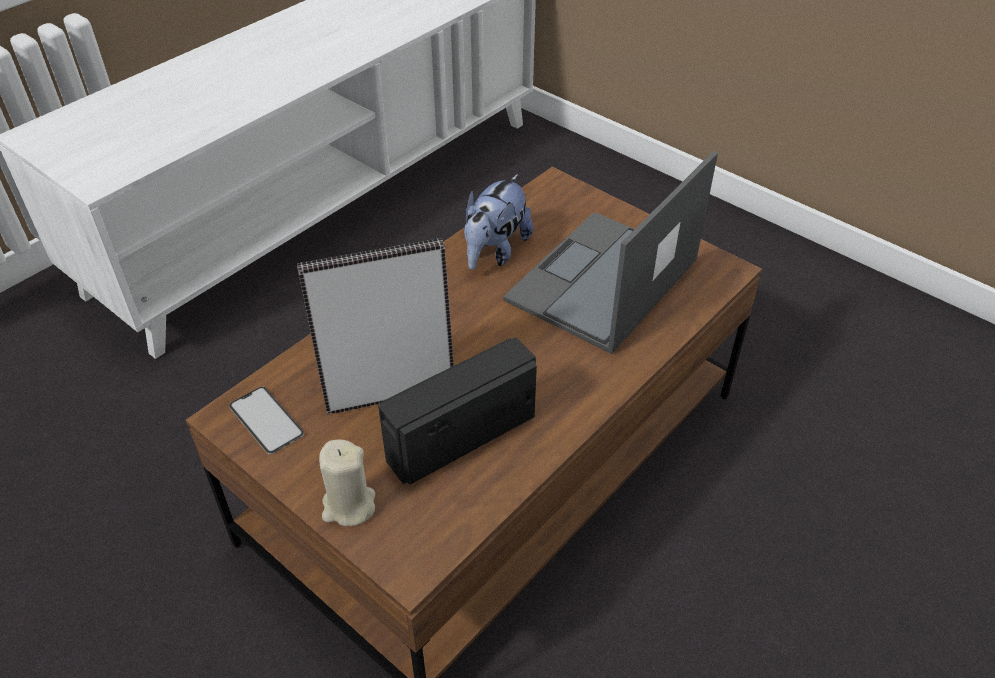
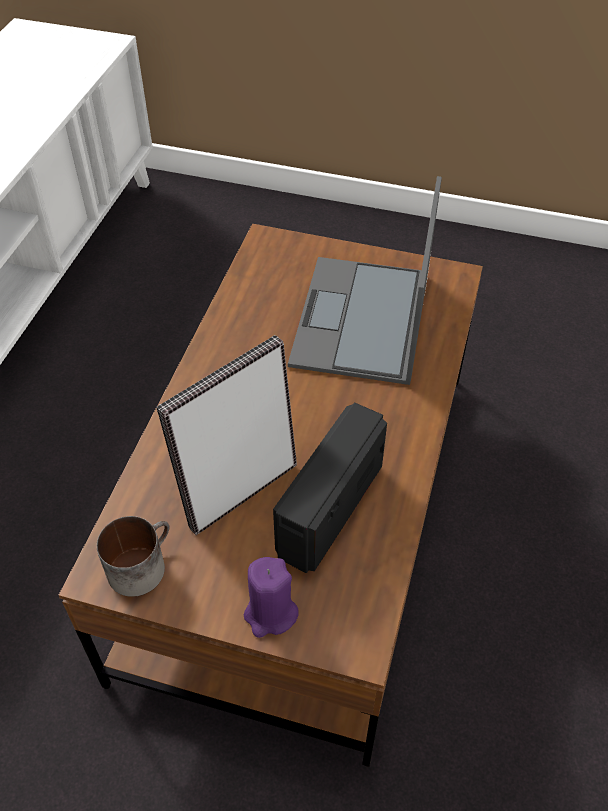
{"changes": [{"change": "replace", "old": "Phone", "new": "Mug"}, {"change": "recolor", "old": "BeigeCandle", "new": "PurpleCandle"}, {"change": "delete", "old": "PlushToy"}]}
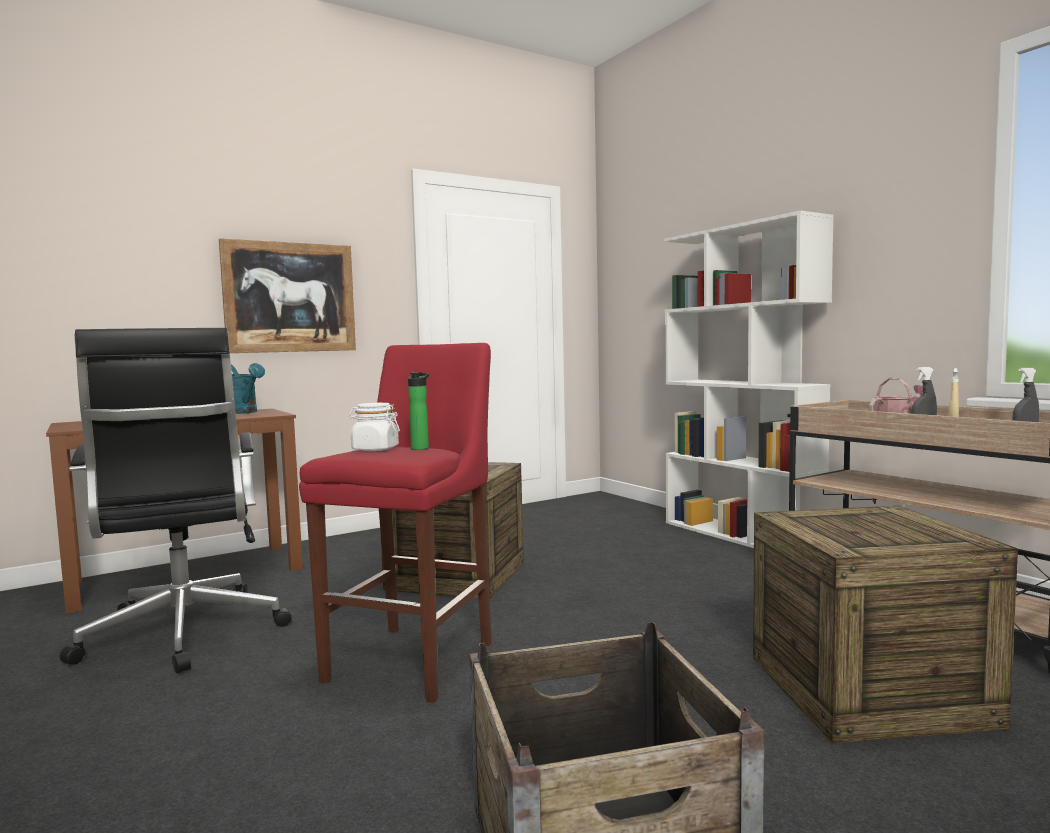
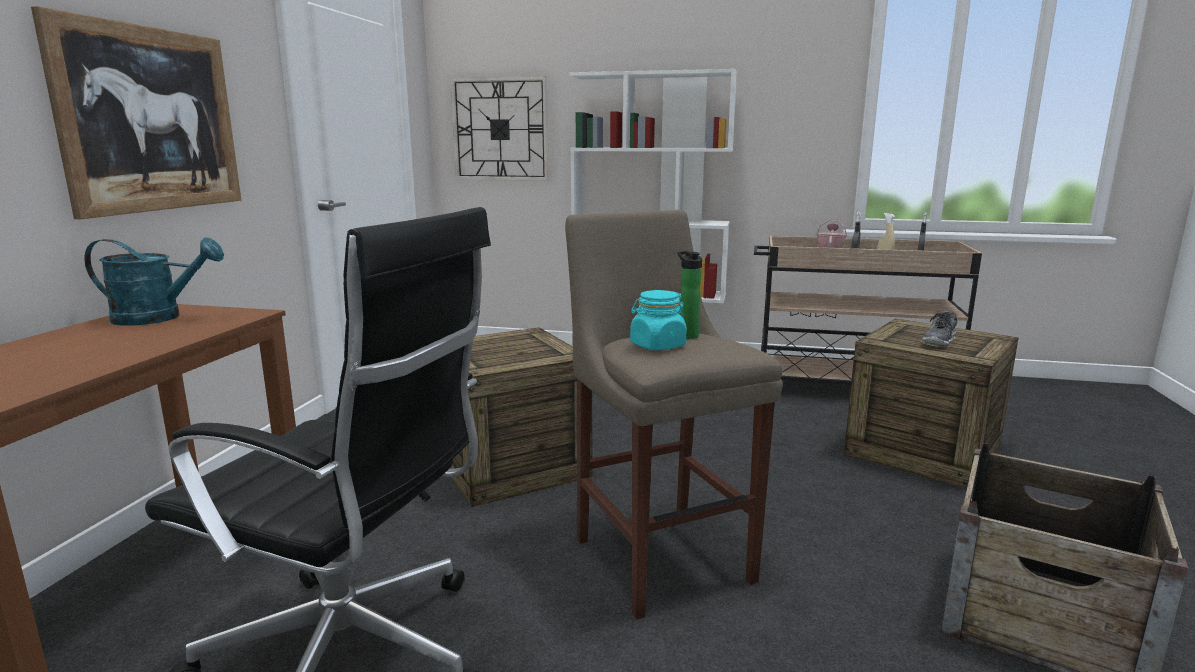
{"changes": [{"change": "recolor", "old": "RedStool", "new": "BeigeStool"}, {"change": "recolor", "old": "WhiteJar", "new": "TurquoiseJar"}, {"change": "insert", "new": "WallClock"}, {"change": "insert", "new": "Shoe"}]}
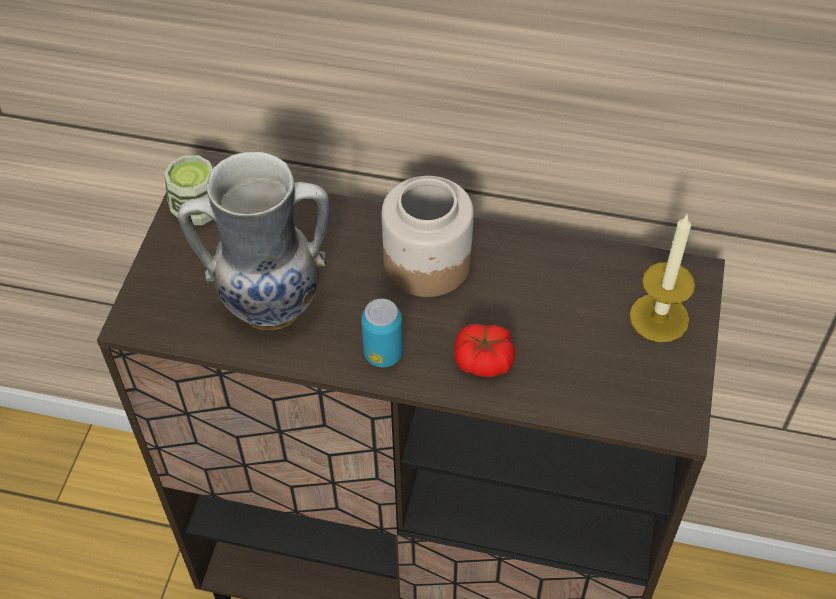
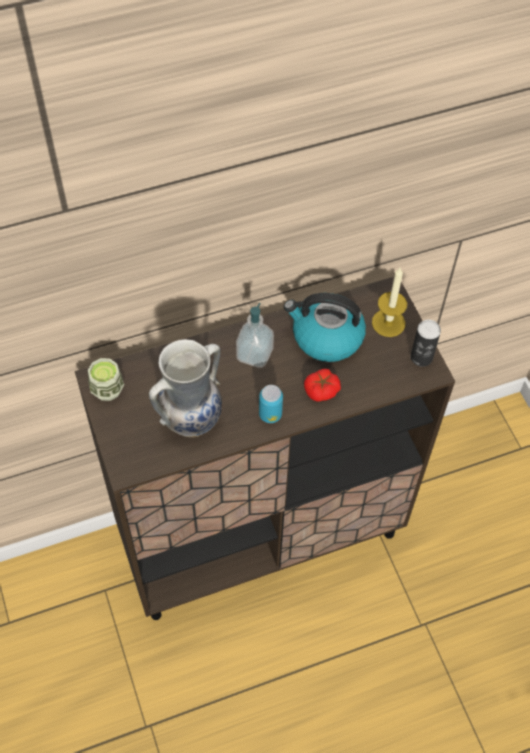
{"changes": [{"change": "replace", "old": "Jar", "new": "SoapDispenser"}, {"change": "insert", "new": "Kettle"}, {"change": "insert", "new": "Can (2nd from left)"}]}
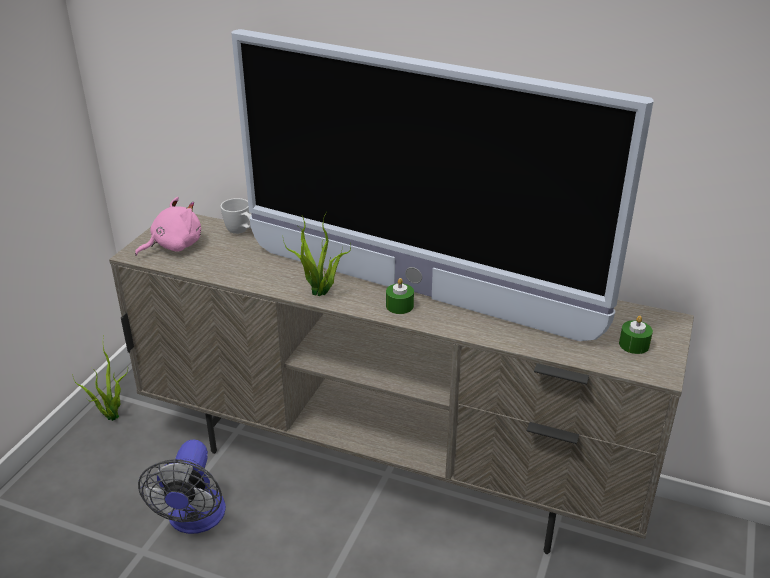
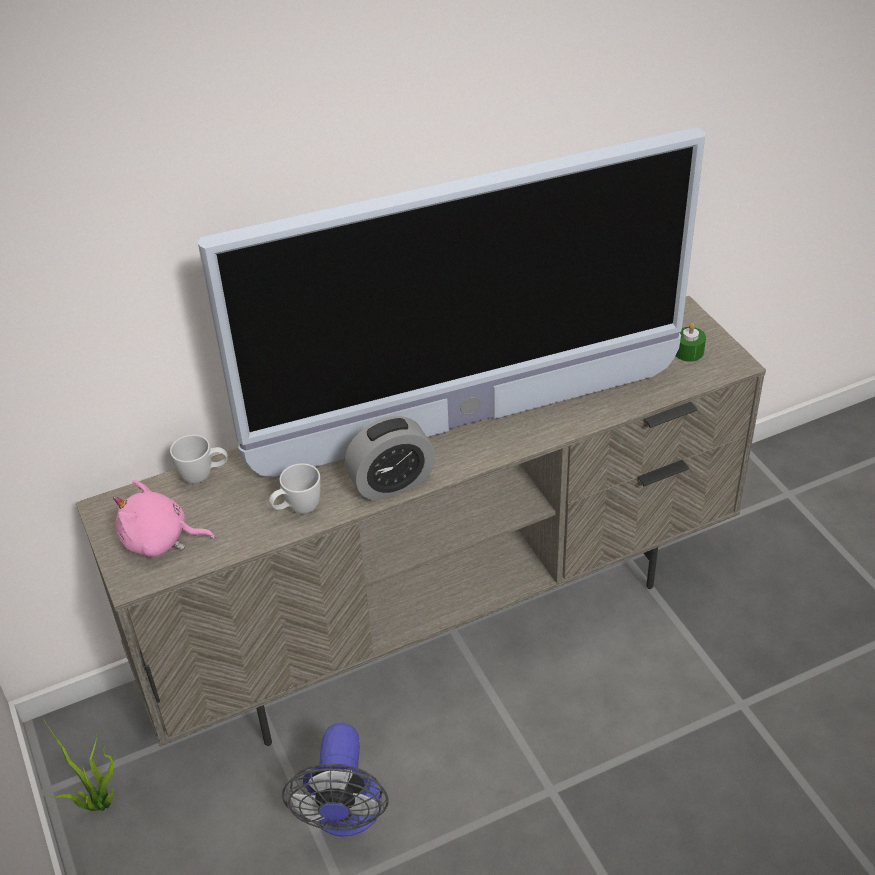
{"changes": [{"change": "rotate", "old": "PinkPlushToy", "degrees": -90}, {"change": "rotate", "old": "Fan", "degrees": 45}, {"change": "replace", "old": "PottedPlant (2nd from left)", "new": "AlarmClock"}, {"change": "delete", "old": "GreenCandle (1st from left)"}, {"change": "insert", "new": "WhiteMug (2nd from left)"}]}
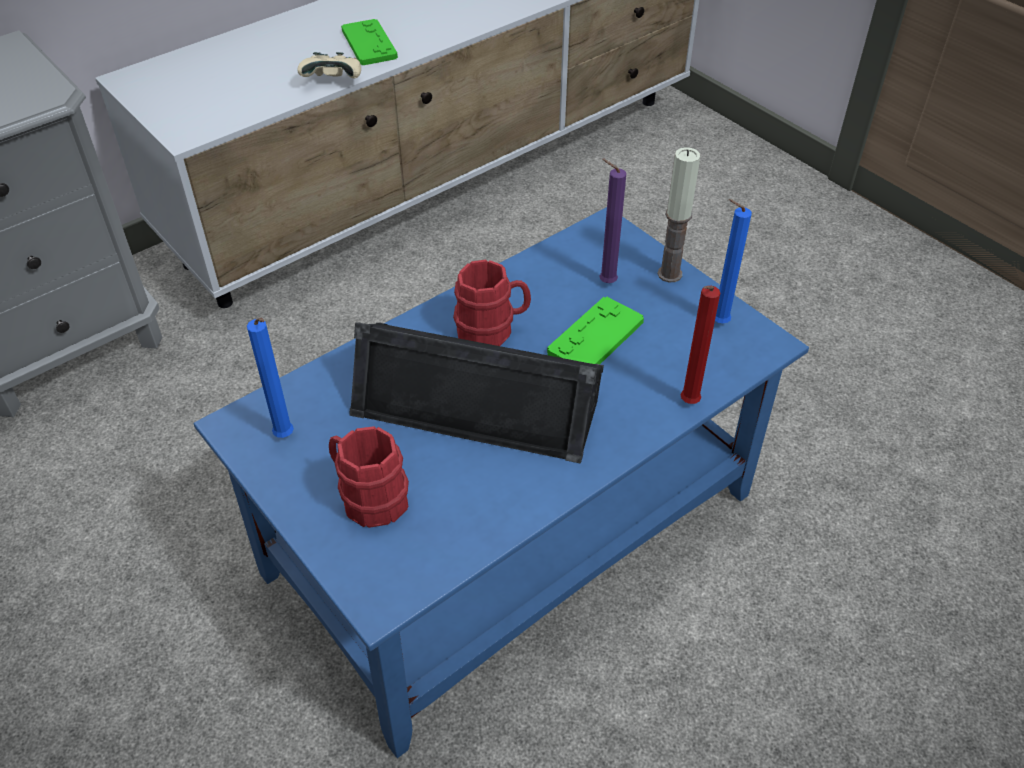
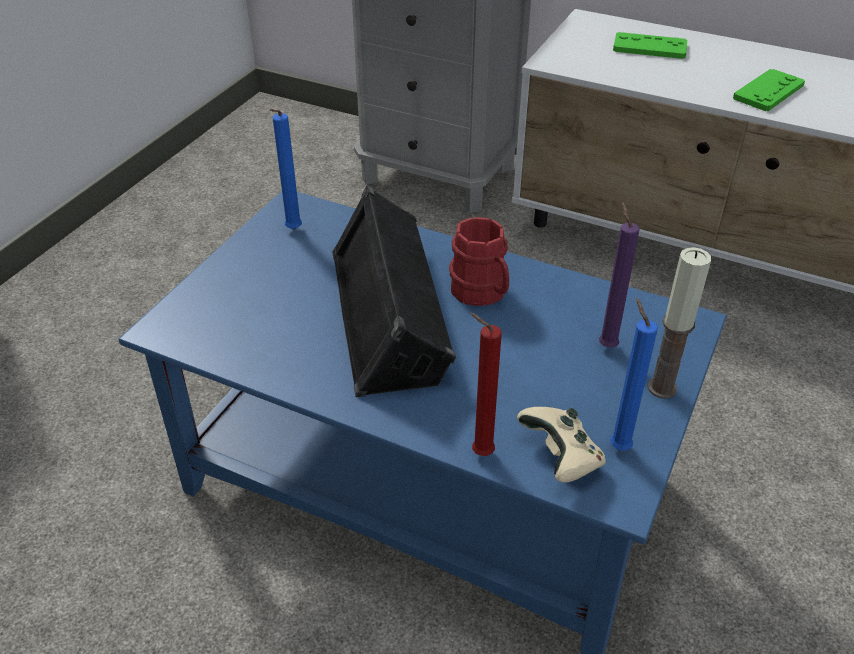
{"changes": [{"change": "move", "old": "BeigeGameController"}, {"change": "delete", "old": "RedMug (1st from left)"}, {"change": "move", "old": "GreenGameController (2nd from left in the first image)", "new": "GreenGameController (1st from left)"}]}
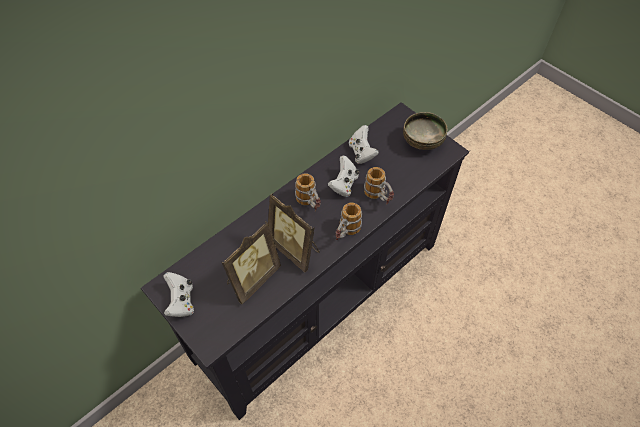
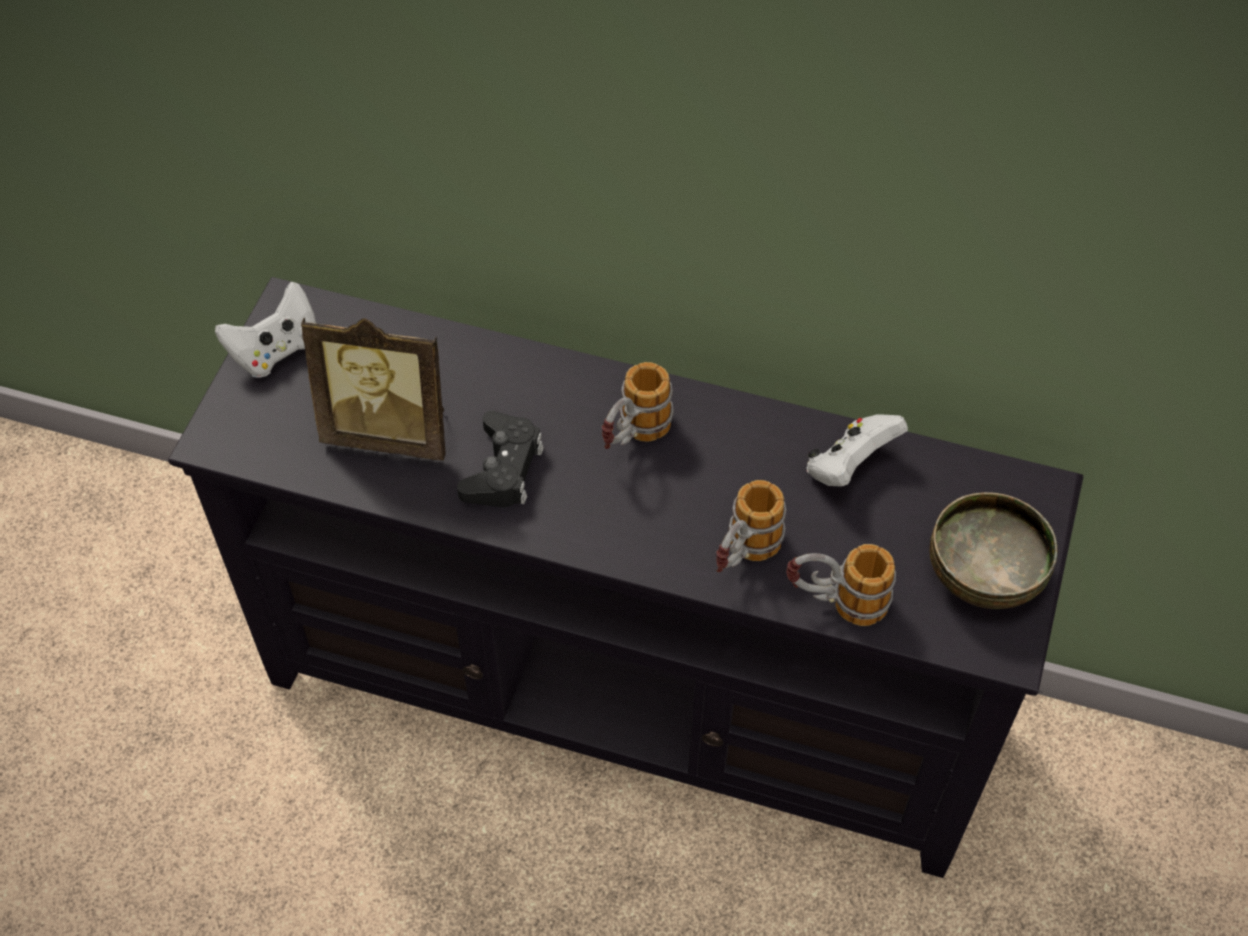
{"changes": [{"change": "replace", "old": "PictureFrame (2nd from left)", "new": "BlackGameController"}, {"change": "delete", "old": "WhiteGameController (2nd from left)"}, {"change": "move", "old": "Mug (2nd from left in the first image)", "new": "Mug (3rd from left)"}]}
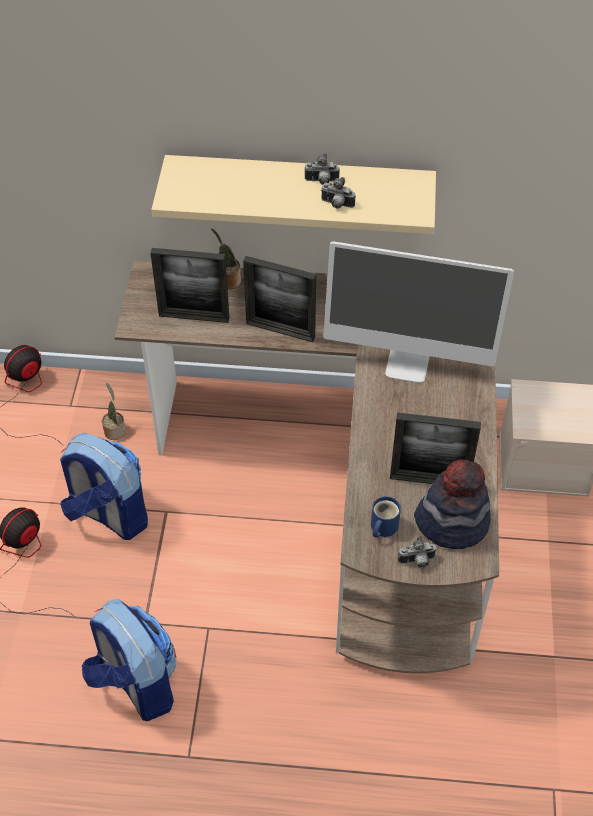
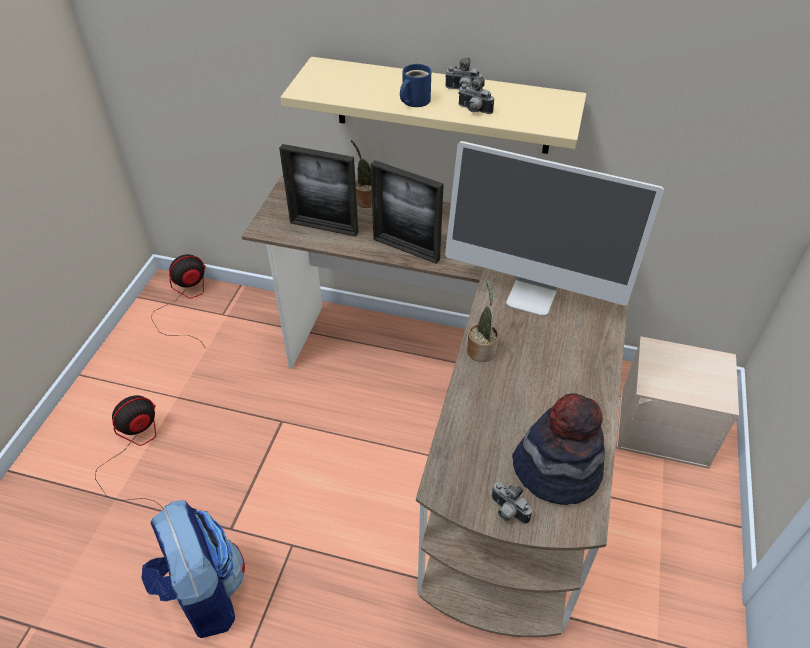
{"changes": [{"change": "delete", "old": "Backpack (1st from left)"}, {"change": "move", "old": "PottedPlant (1st from left in the first image)", "new": "PottedPlant (2nd from left)"}, {"change": "move", "old": "BlueMug"}, {"change": "delete", "old": "PictureFrame (3rd from left)"}, {"change": "rotate", "old": "PhotoCamera (3rd from left)", "degrees": 45}]}
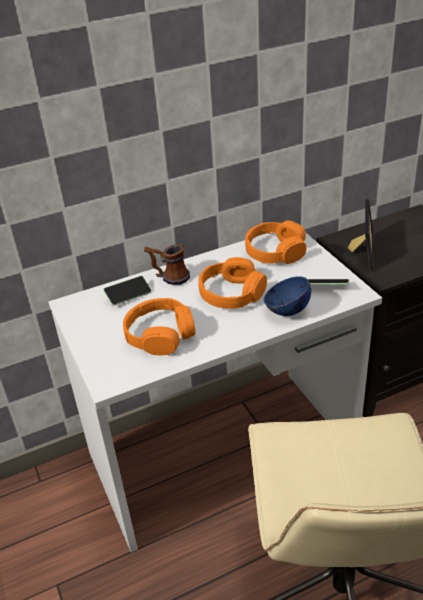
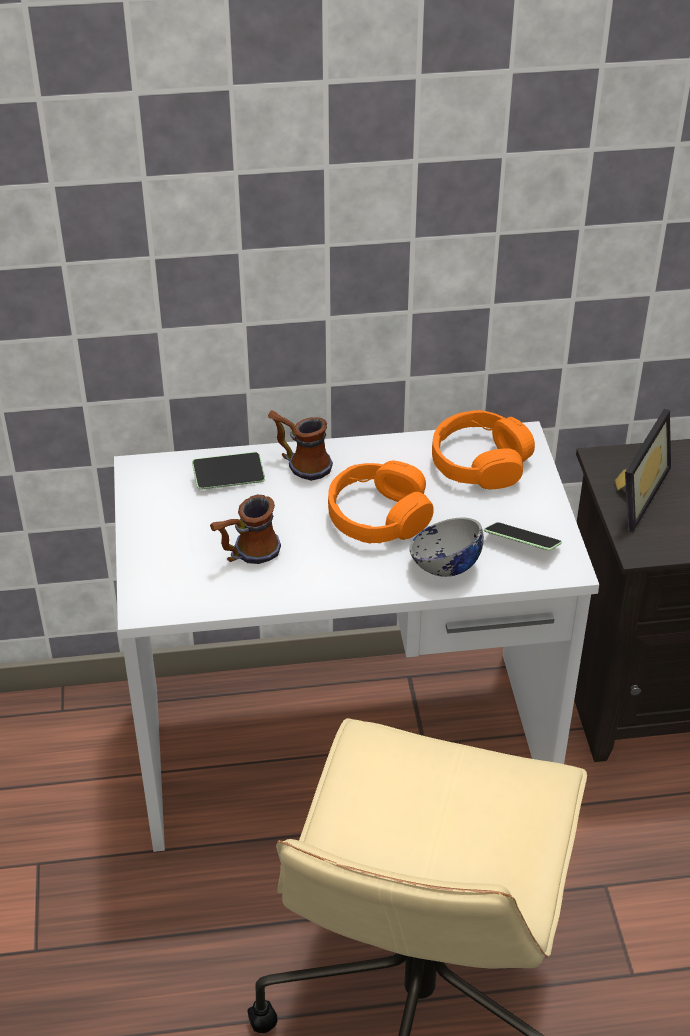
{"changes": [{"change": "replace", "old": "OrangeHeadphones (1st from left)", "new": "Mug (1st from left)"}, {"change": "recolor", "old": "BlueBowl", "new": "GreyBowl"}]}
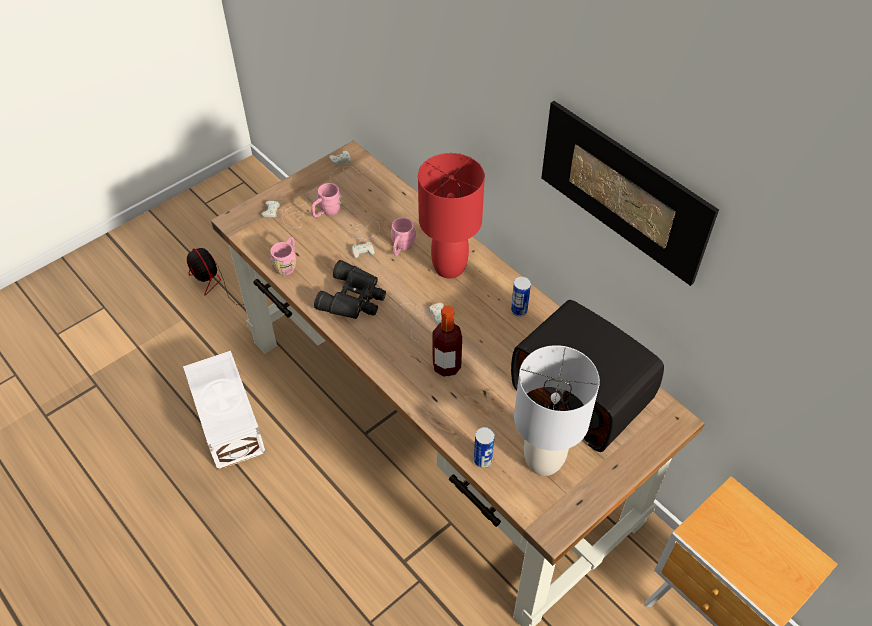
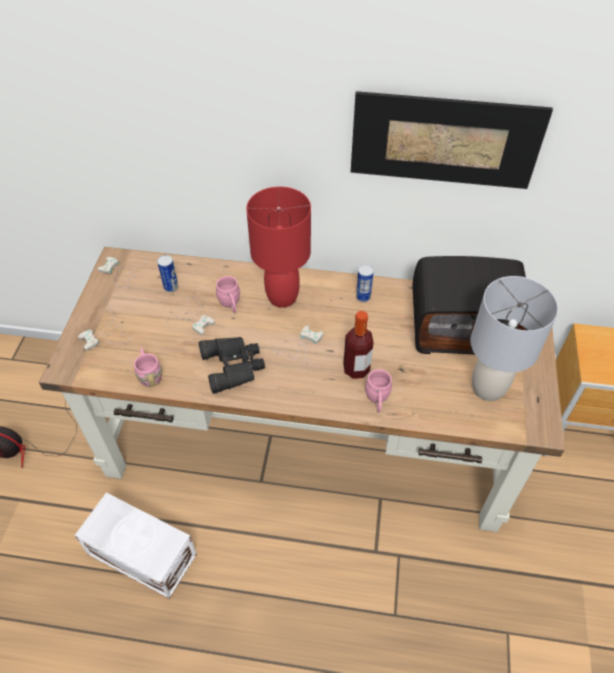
{"changes": [{"change": "move", "old": "PinkMug (2nd from left in the first image)", "new": "PinkMug (3rd from left)"}, {"change": "move", "old": "Can (1st from left)"}]}
